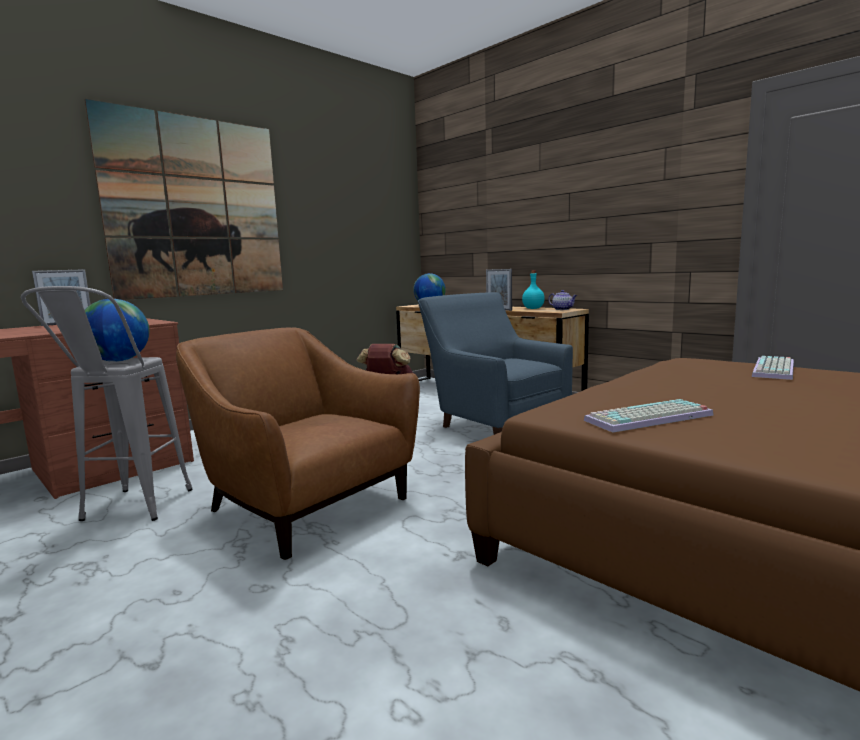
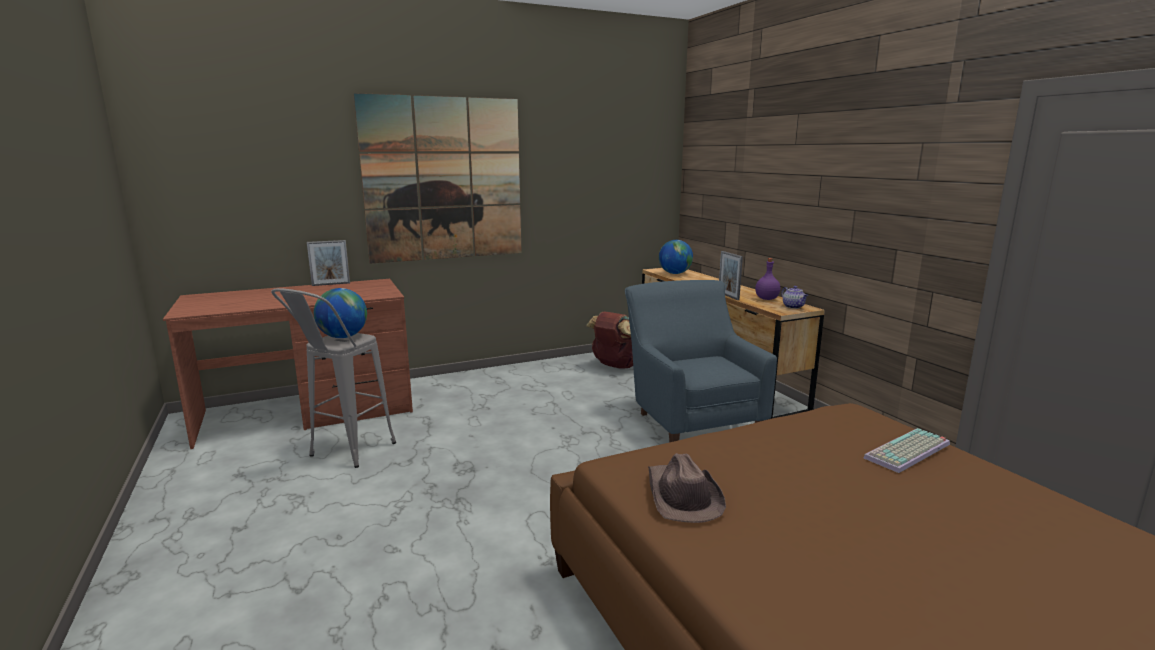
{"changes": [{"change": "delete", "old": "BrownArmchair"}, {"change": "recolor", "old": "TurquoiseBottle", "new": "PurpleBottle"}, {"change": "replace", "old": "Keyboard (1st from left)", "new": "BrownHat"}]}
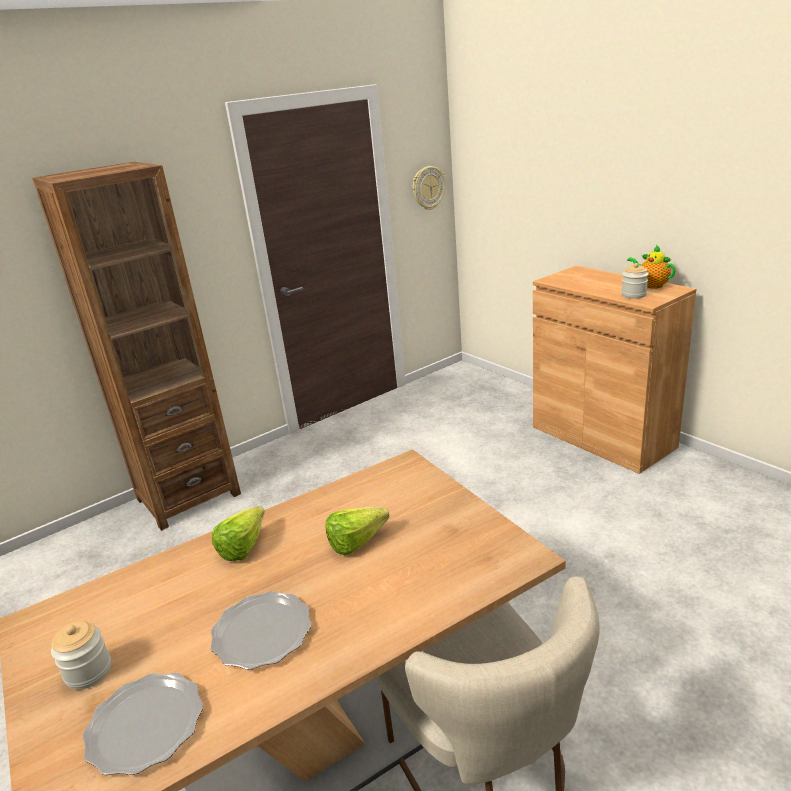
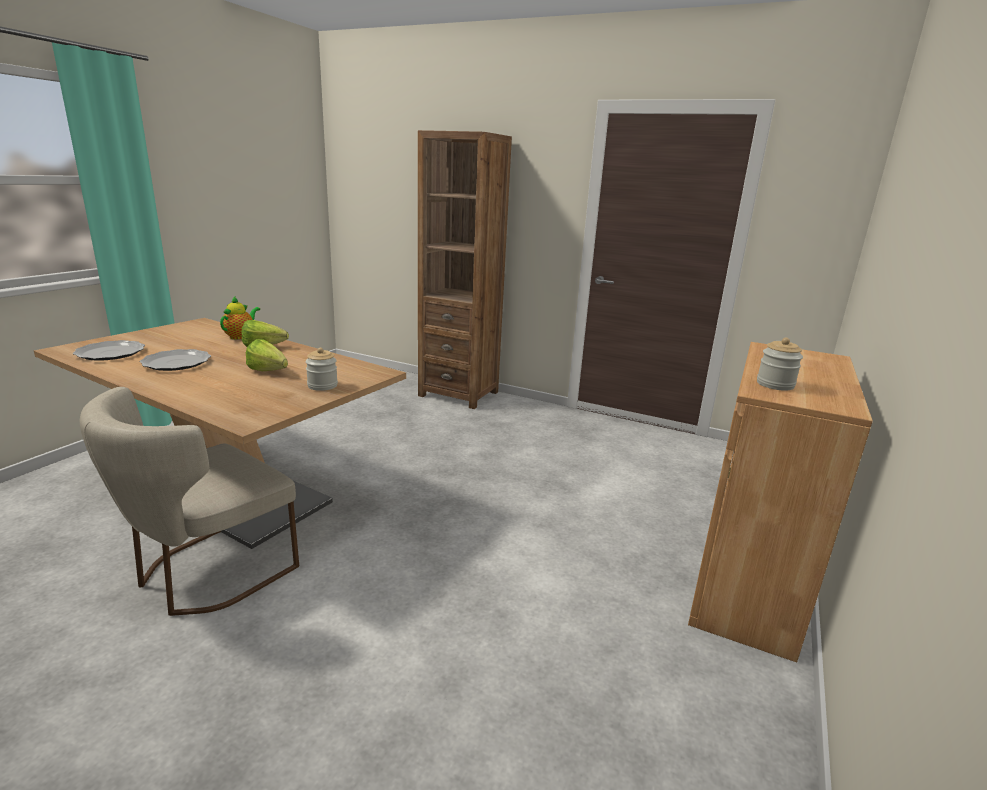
{"changes": [{"change": "move", "old": "Jar (1st from left)"}, {"change": "delete", "old": "WallClock"}, {"change": "move", "old": "Teapot"}]}
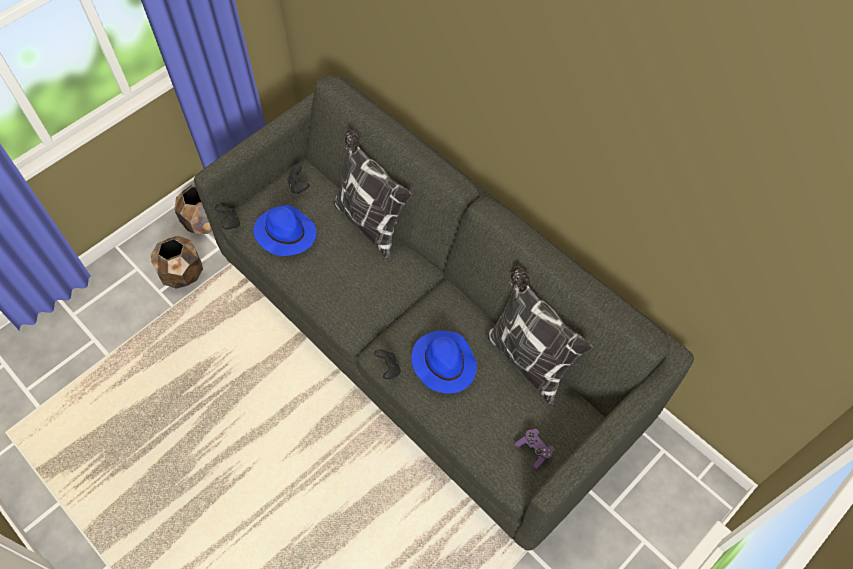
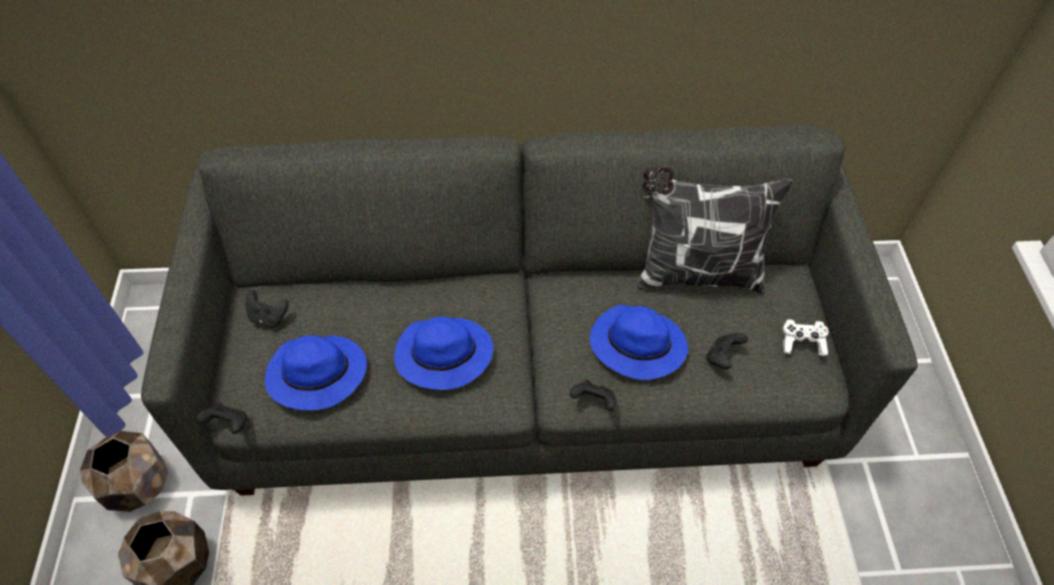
{"changes": [{"change": "delete", "old": "Pillow (1st from left)"}, {"change": "recolor", "old": "PurpleGameController", "new": "WhiteGameController"}, {"change": "insert", "new": "BlueHat (2nd from left)"}, {"change": "insert", "new": "BlackGameController (4th from left)"}]}
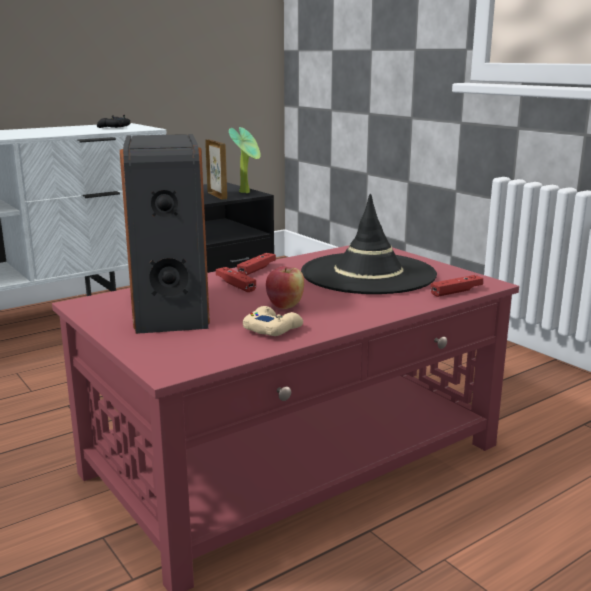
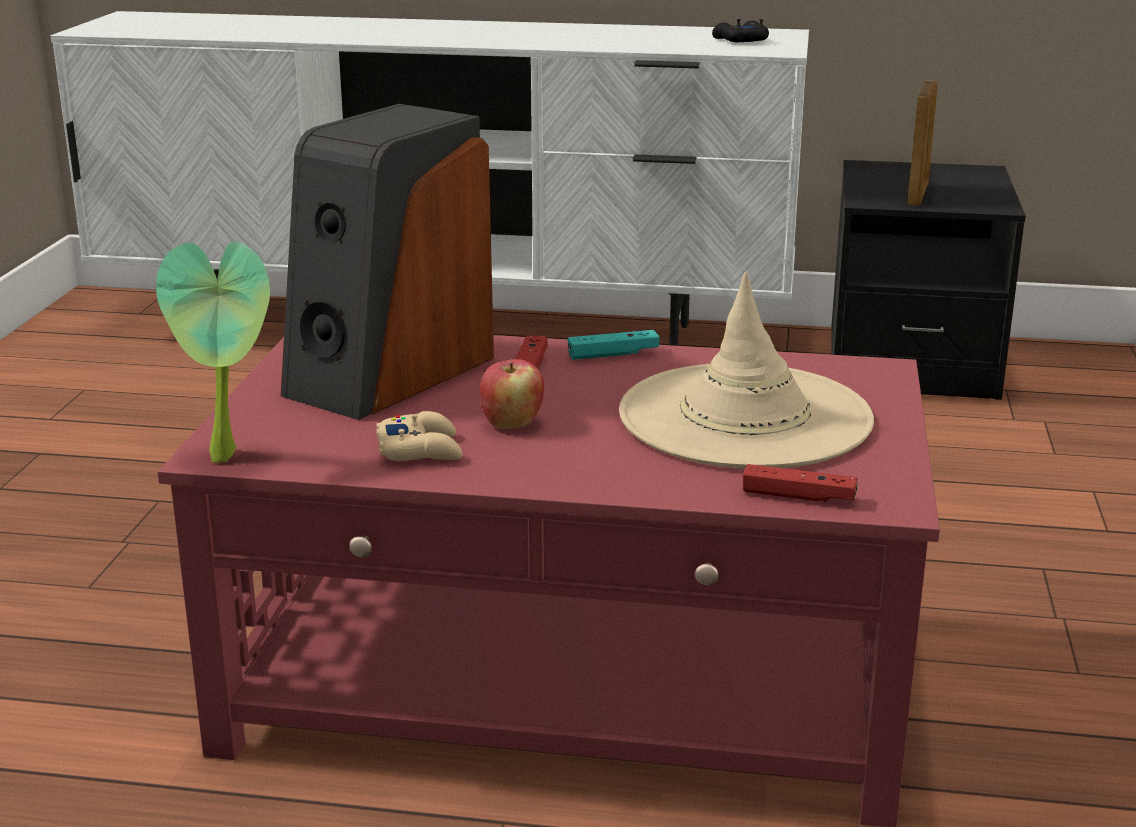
{"changes": [{"change": "move", "old": "PottedPlant"}, {"change": "recolor", "old": "RedGameController (2nd from left)", "new": "TurquoiseGameController"}, {"change": "recolor", "old": "BlackHat", "new": "BeigeHat"}]}
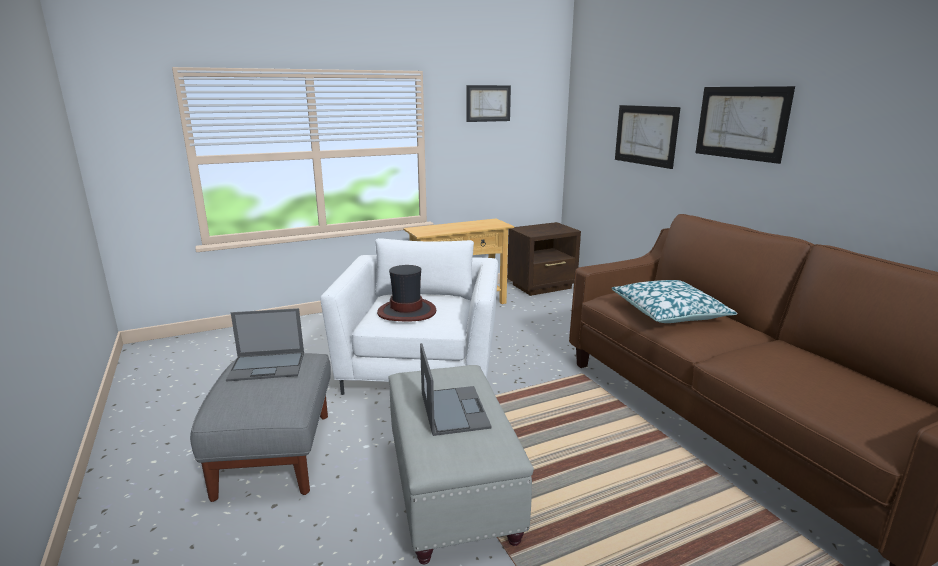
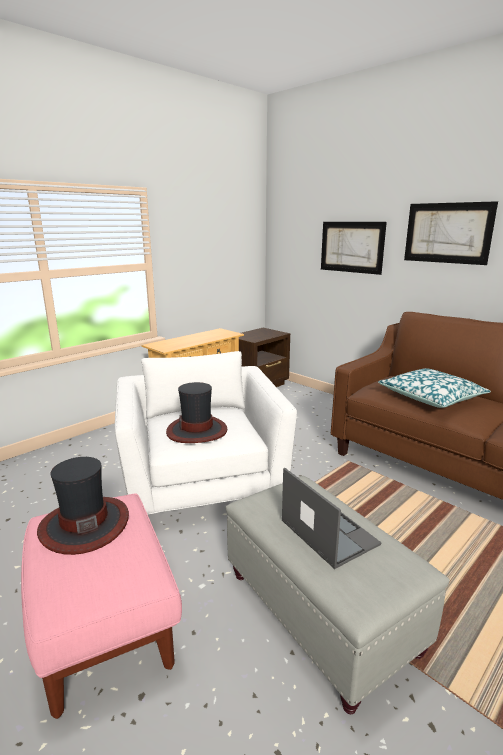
{"changes": [{"change": "recolor", "old": "GreyOttoman (1st from left)", "new": "PinkOttoman"}, {"change": "replace", "old": "Laptop (1st from left)", "new": "Hat (1st from left)"}, {"change": "delete", "old": "Picture (1st from left)"}]}
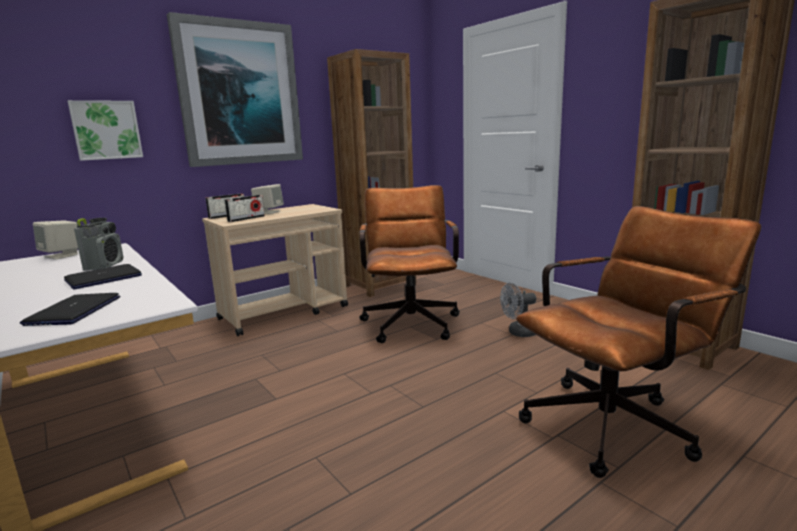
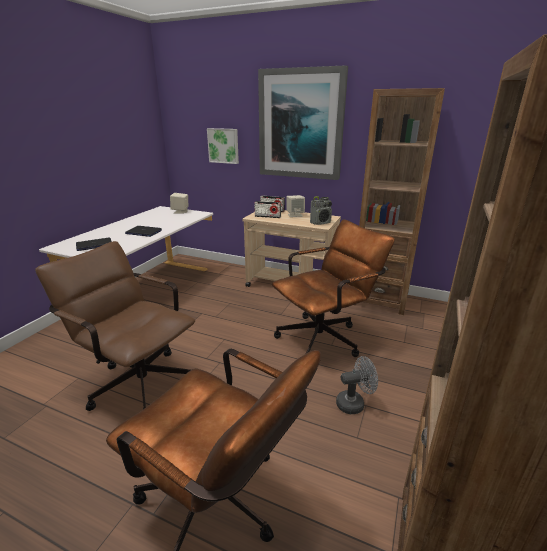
{"changes": [{"change": "move", "old": "Radio (1st from left in the first image)", "new": "Radio (3rd from left)"}, {"change": "rotate", "old": "GreyFan", "degrees": 120}, {"change": "insert", "new": "BrownOfficeChair (1st from left)"}]}
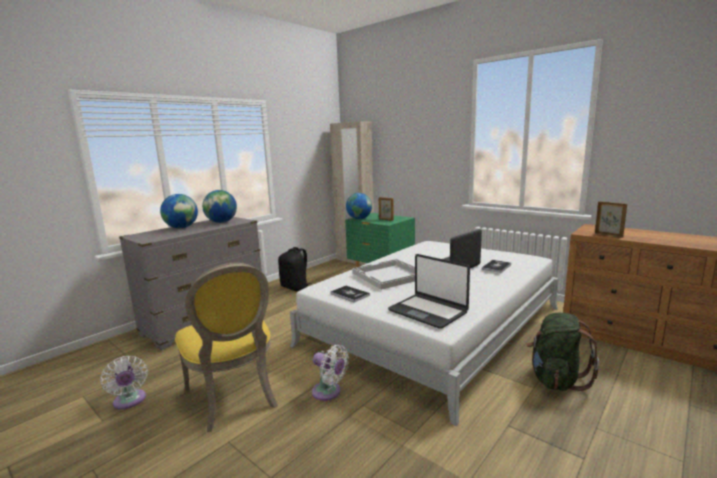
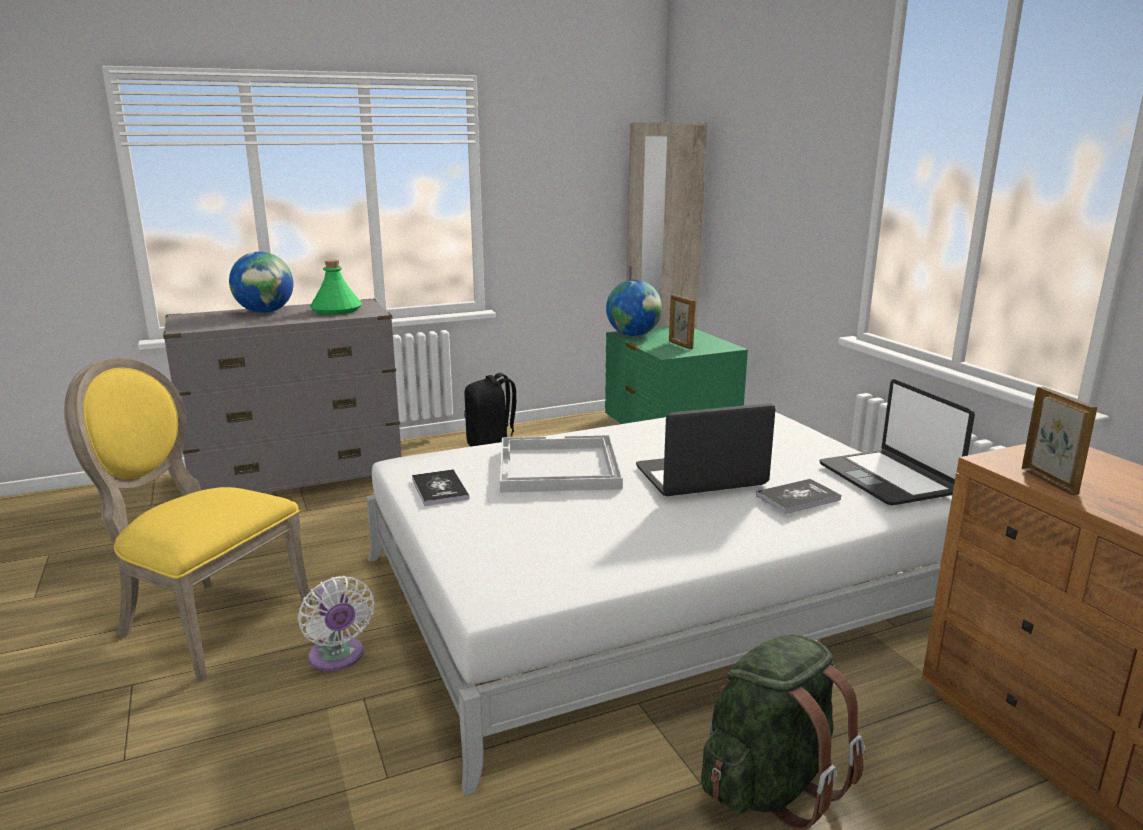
{"changes": [{"change": "delete", "old": "WhiteFan (1st from left)"}, {"change": "rotate", "old": "YellowChair", "degrees": 120}, {"change": "replace", "old": "Globe (2nd from left)", "new": "GreenBottle"}, {"change": "move", "old": "Laptop (1st from left in the first image)", "new": "Laptop (2nd from left)"}]}
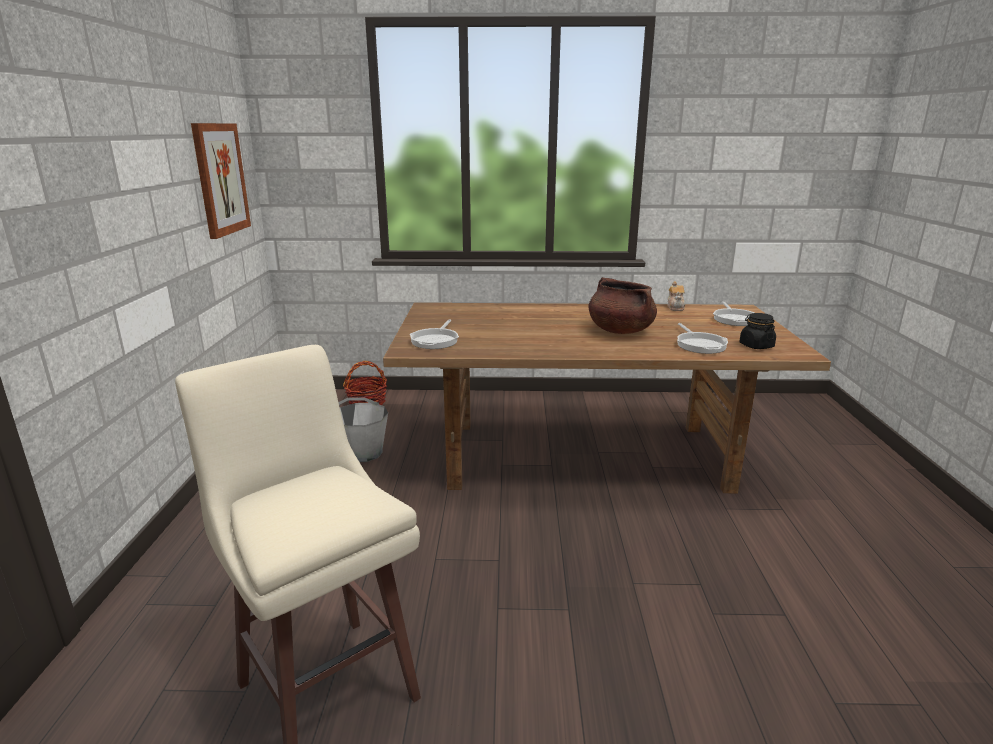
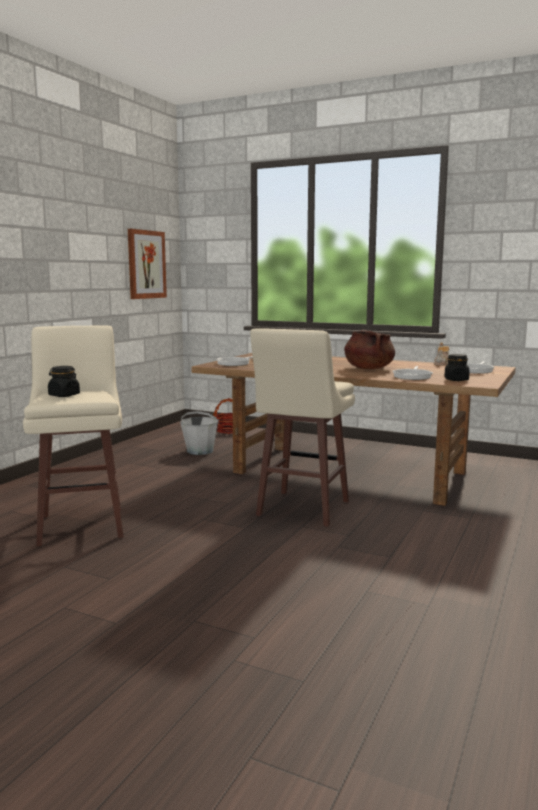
{"changes": [{"change": "insert", "new": "BlackJar (1st from left)"}, {"change": "insert", "new": "BeigeStool (2nd from left)"}]}
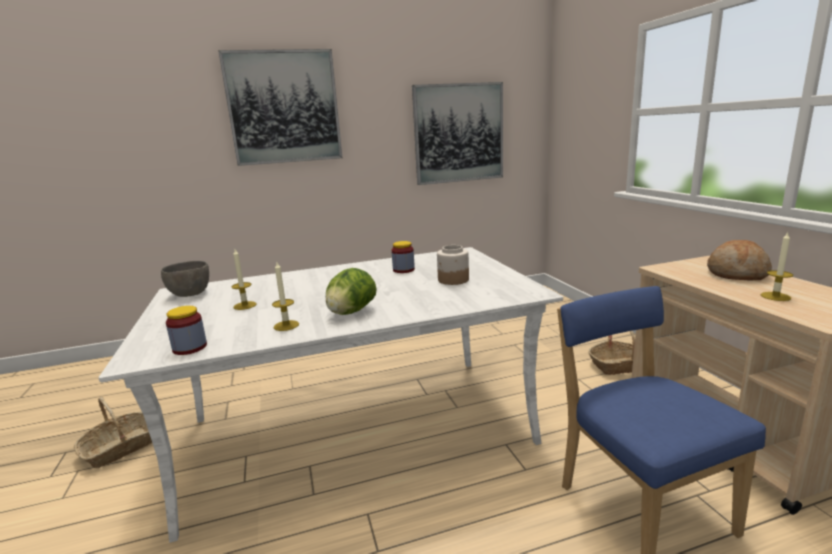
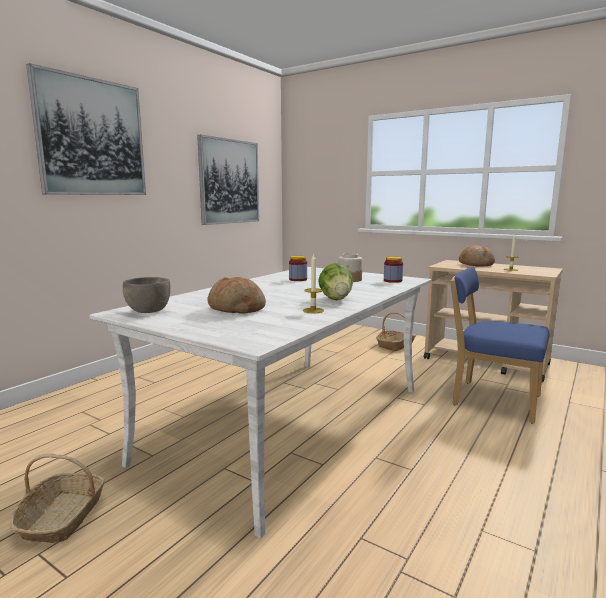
{"changes": [{"change": "move", "old": "Jar (1st from left in the first image)", "new": "Jar (3rd from left)"}, {"change": "replace", "old": "Candle (1st from left)", "new": "Bread (1st from left)"}]}
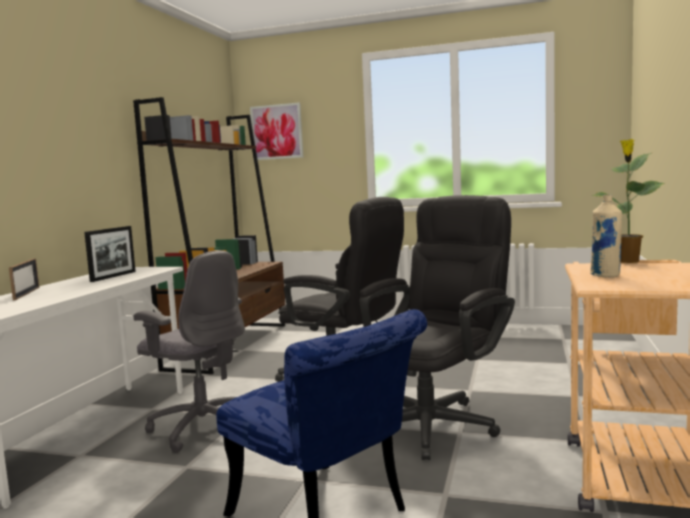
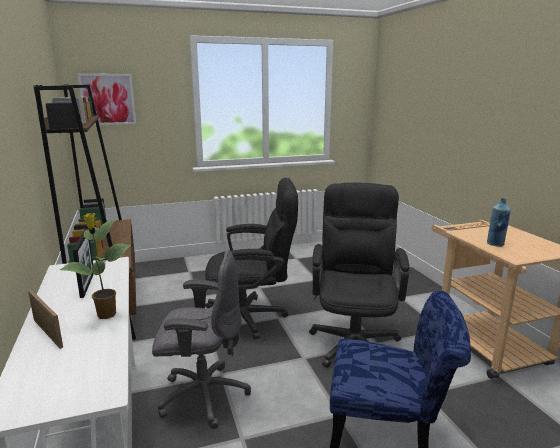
{"changes": [{"change": "recolor", "old": "BeigeBottle", "new": "BlueBottle"}, {"change": "move", "old": "PottedPlant"}]}
